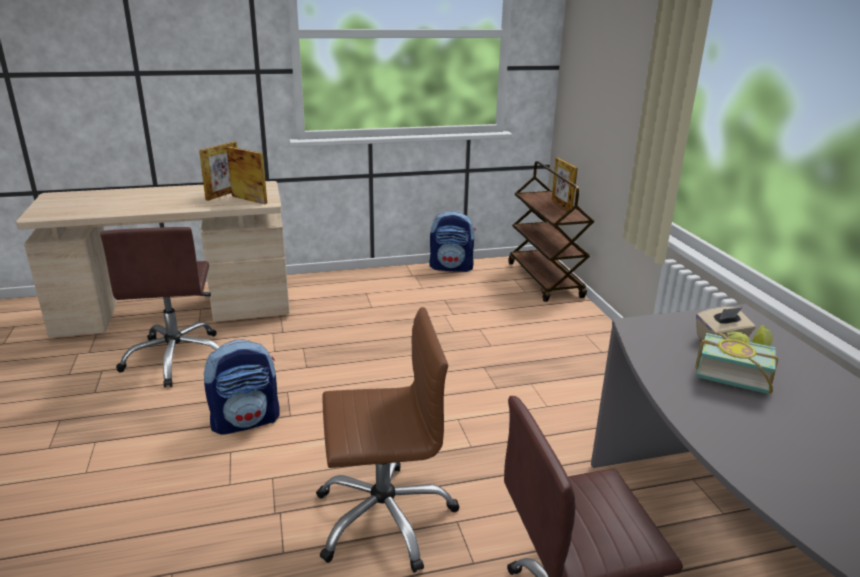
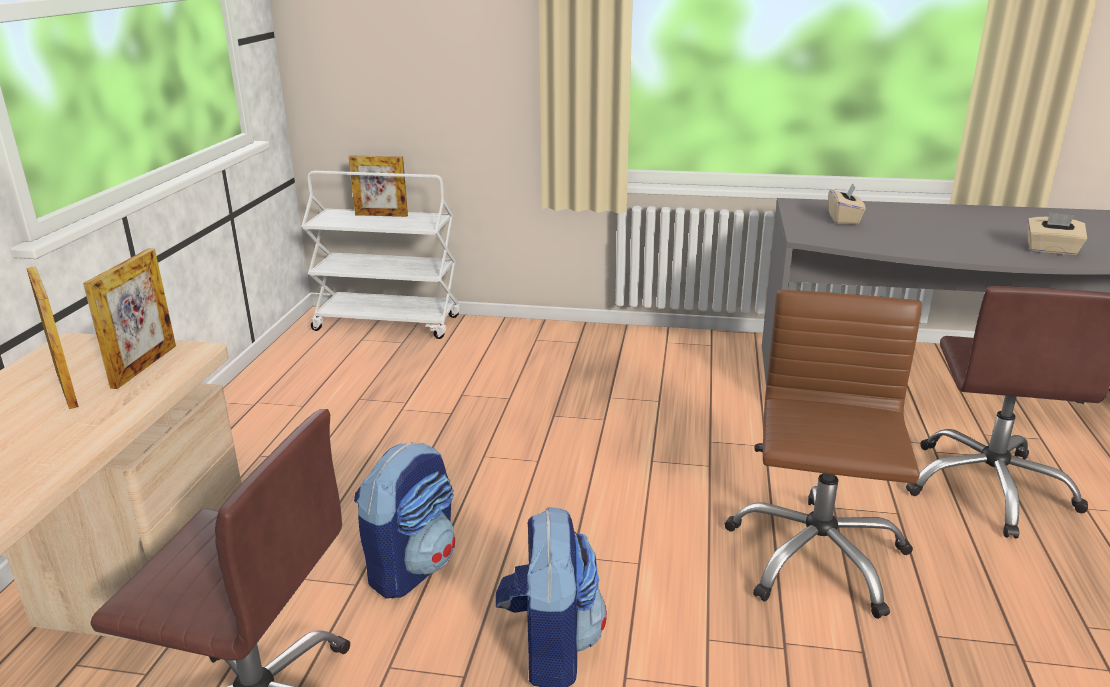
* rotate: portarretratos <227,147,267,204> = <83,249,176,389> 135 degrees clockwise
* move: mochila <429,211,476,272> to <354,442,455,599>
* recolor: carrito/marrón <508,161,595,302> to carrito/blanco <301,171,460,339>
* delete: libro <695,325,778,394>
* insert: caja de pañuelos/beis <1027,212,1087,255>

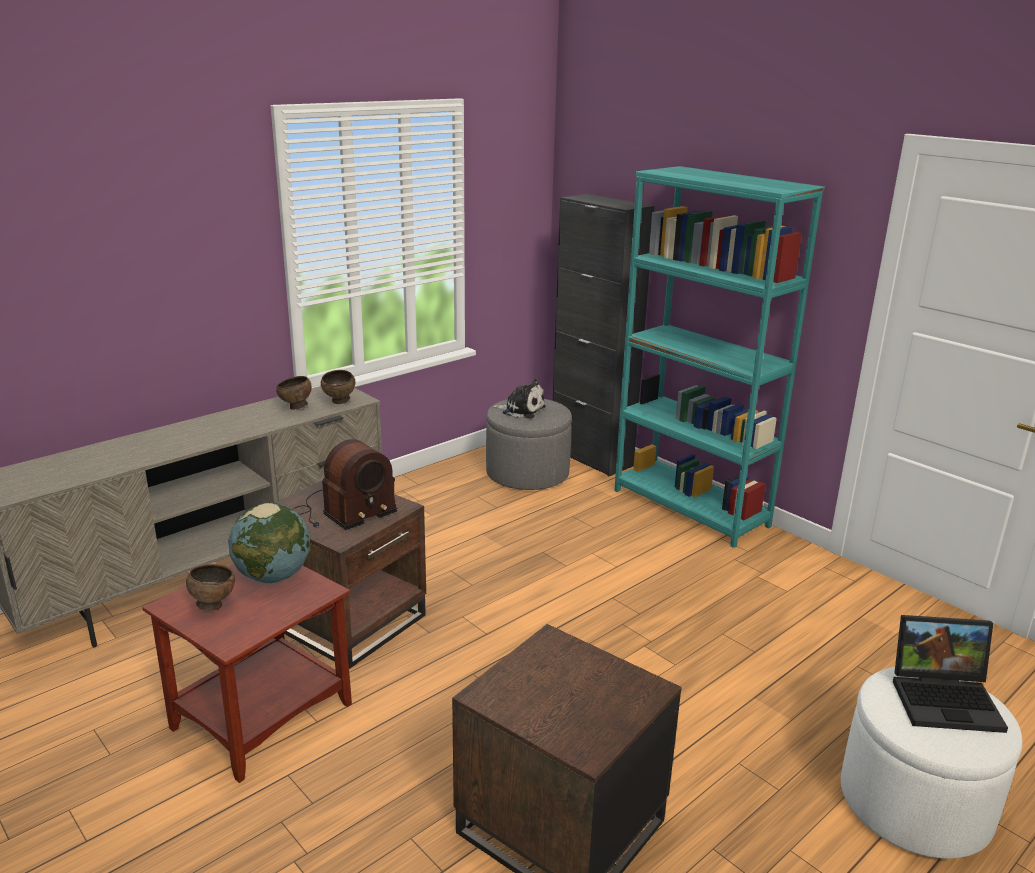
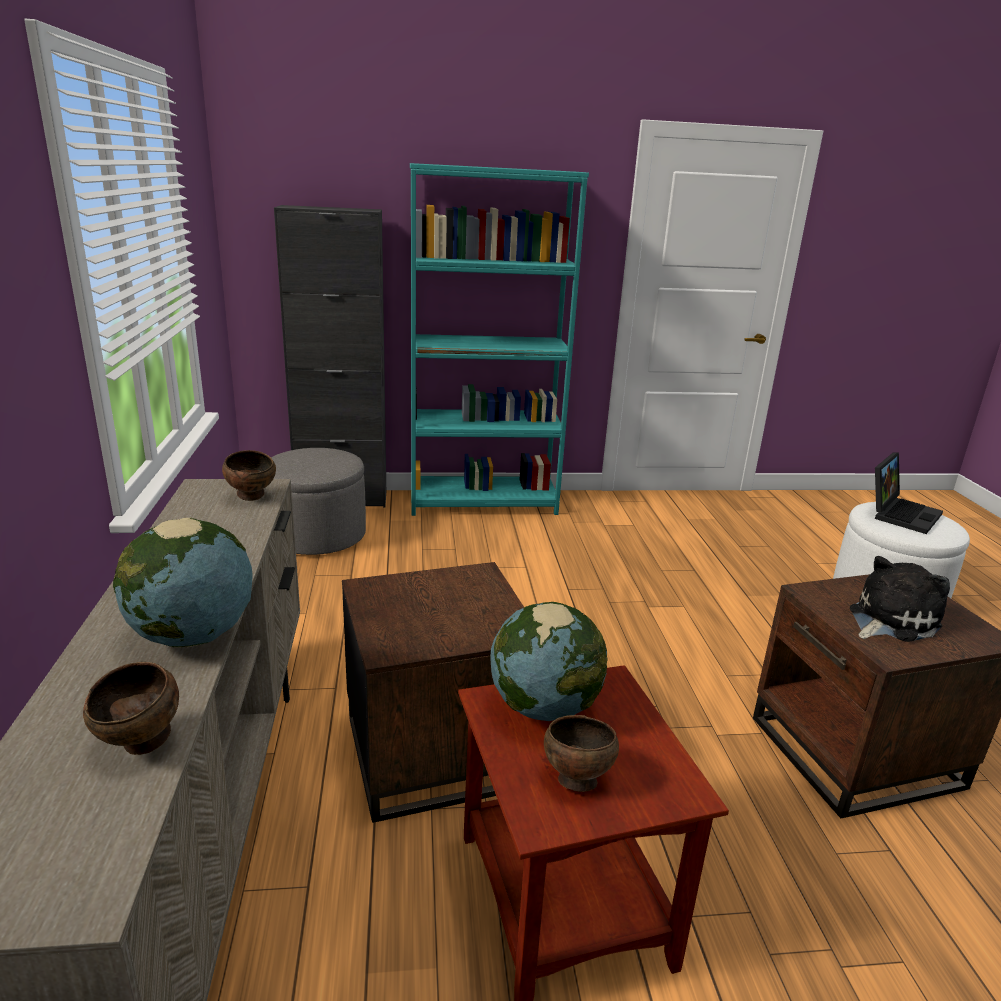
* move: cuenco/marrón <276,376,312,410> to <83,662,179,755>
* delete: radio <293,439,397,530>
* move: peluche <492,379,546,418> to <850,556,950,642>
* insert: globo terráqueo <113,518,253,648>

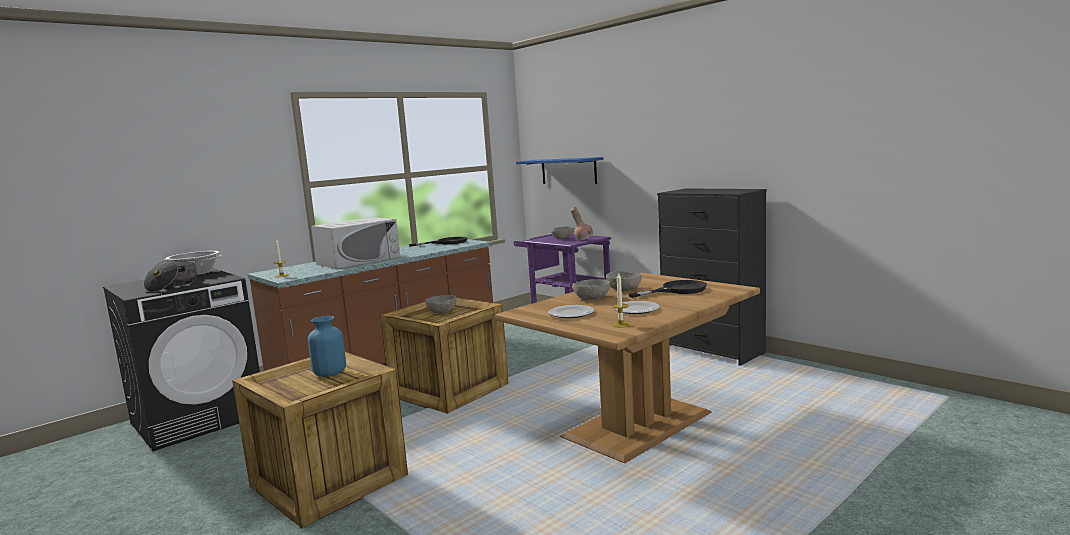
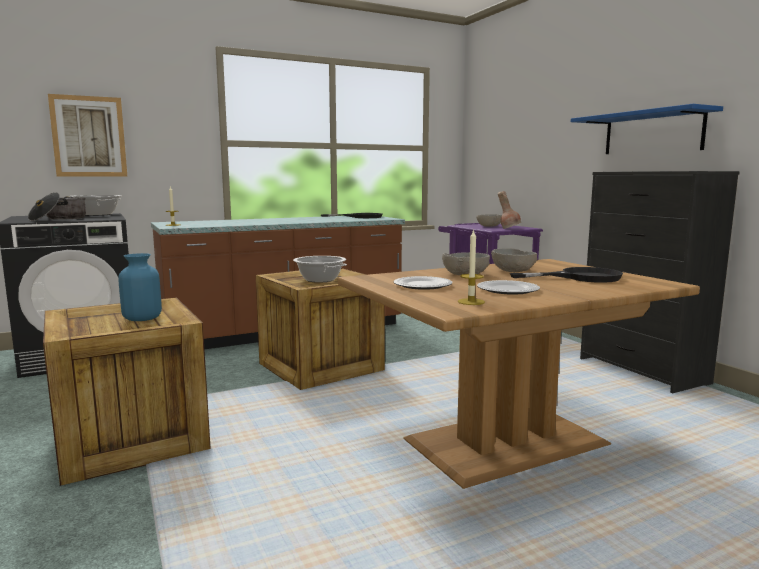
* delete: microondas/blanco <311,217,400,269>
* replace: cuenco/gris <425,295,456,313> to olla <293,256,347,283>
* move: estante/azul <516,157,603,184> to <571,104,723,154>
* insert: cuadro <48,94,127,176>

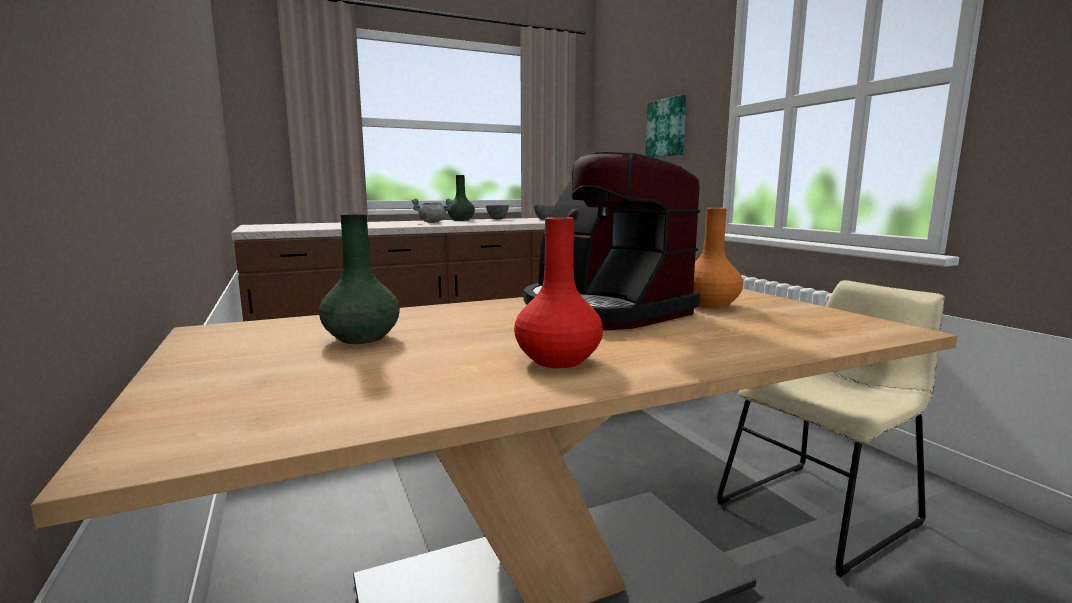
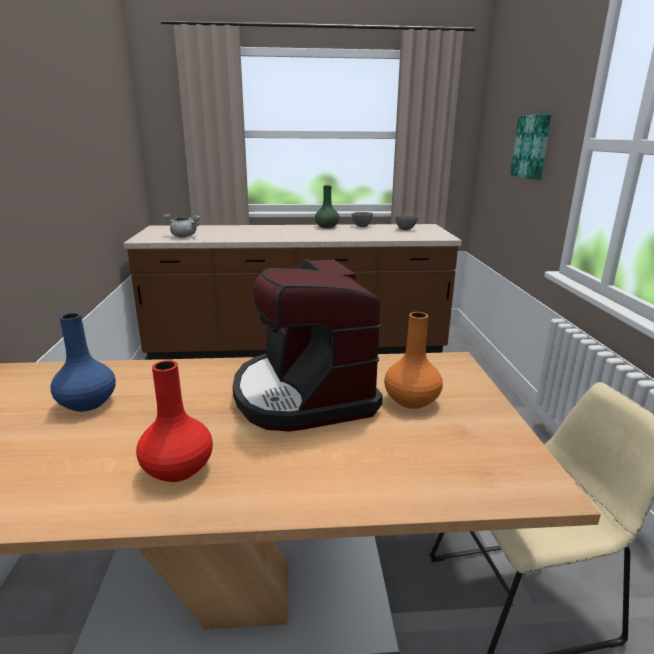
* recolor: florero/verde <319,213,400,344> to florero/azul <50,313,116,412>
* move: olla/gris <411,199,453,223> to <164,214,201,237>

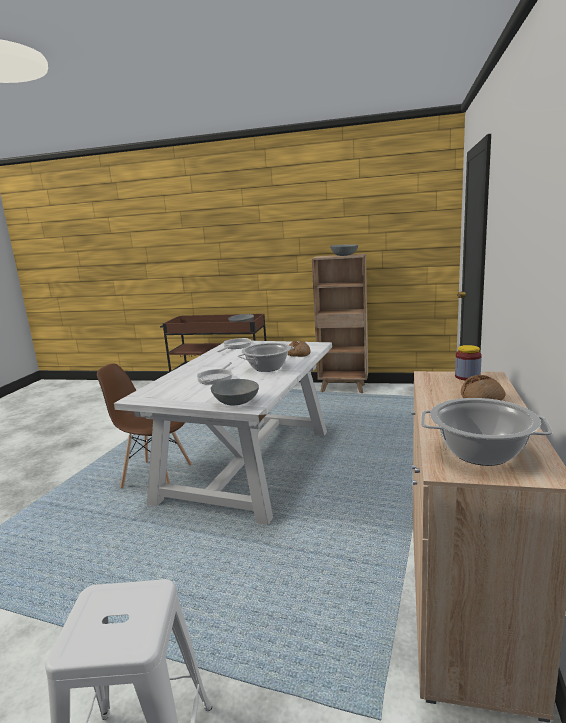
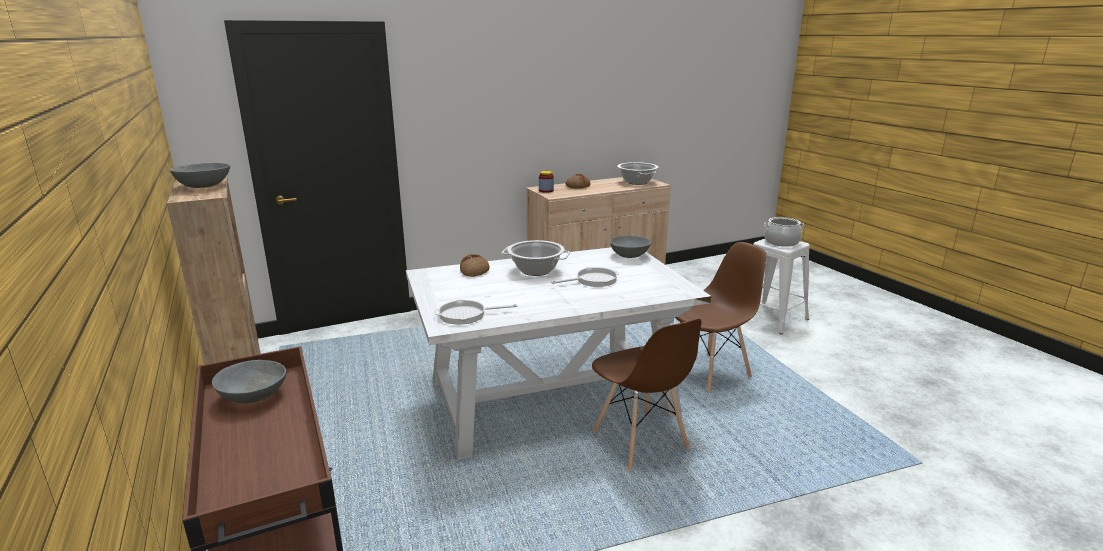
* insert: silla/marrón <675,242,766,393>
* insert: olla <764,217,805,247>

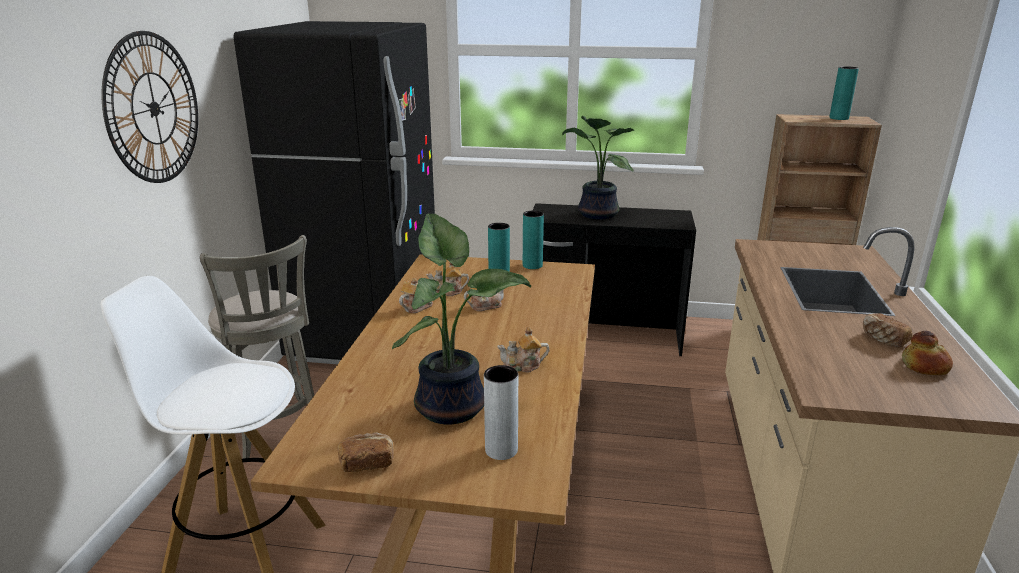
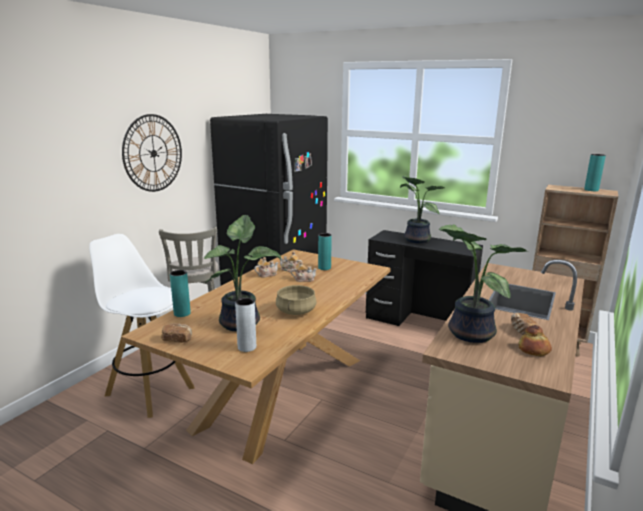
* replace: tetera <497,327,550,372> to olla/beis <276,285,317,315>
* move: florero/turquesa <523,211,544,269> to <170,270,191,317>
* insert: planta en maceta <439,224,529,343>

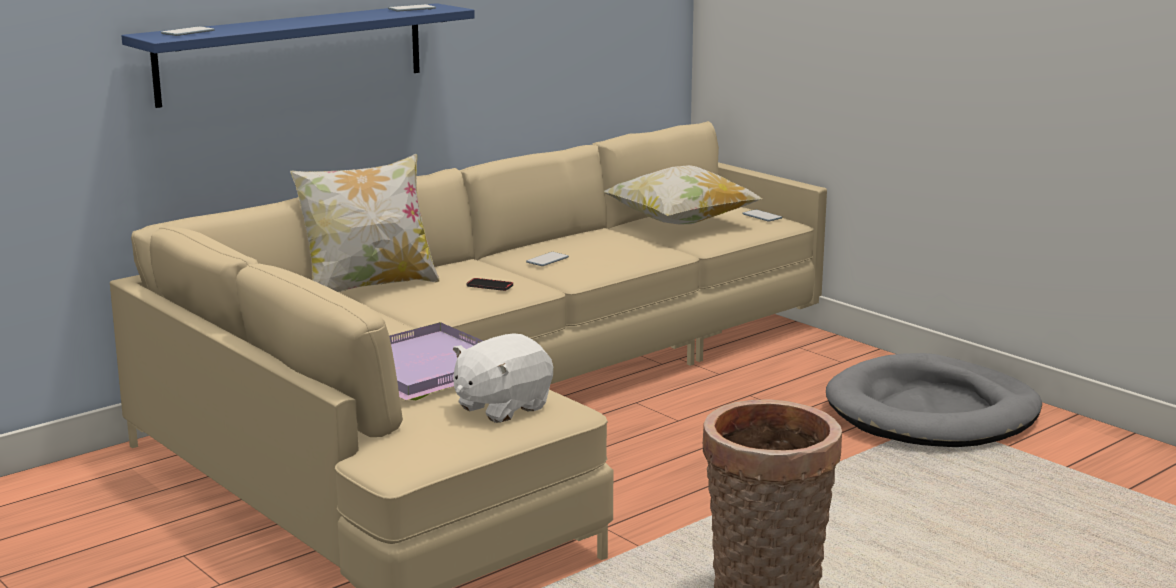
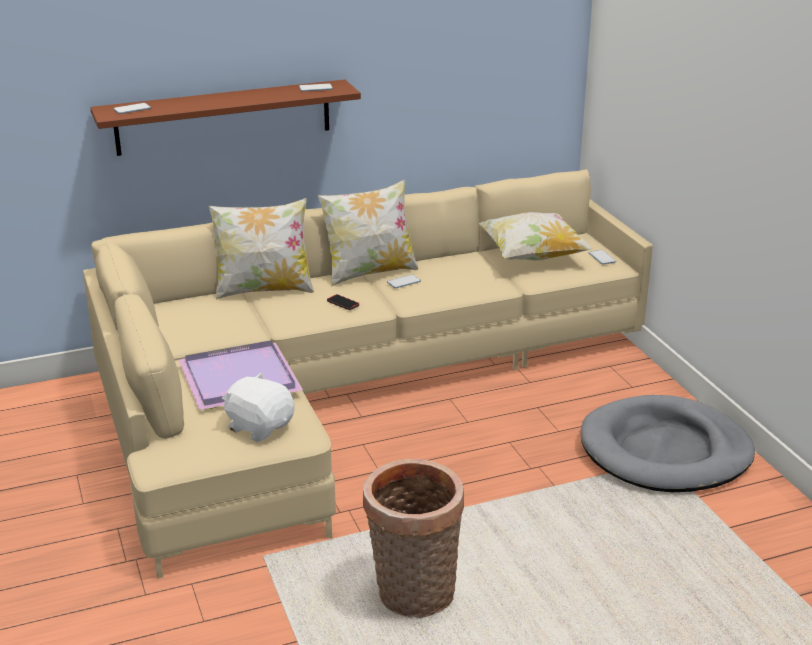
* recolor: estante/azul <121,3,475,108> to estante/marrón <90,80,361,156>
* rotate: peluche/blanco <453,333,553,423> = <222,373,295,442> 60 degrees clockwise
* insert: cojín <318,179,418,286>

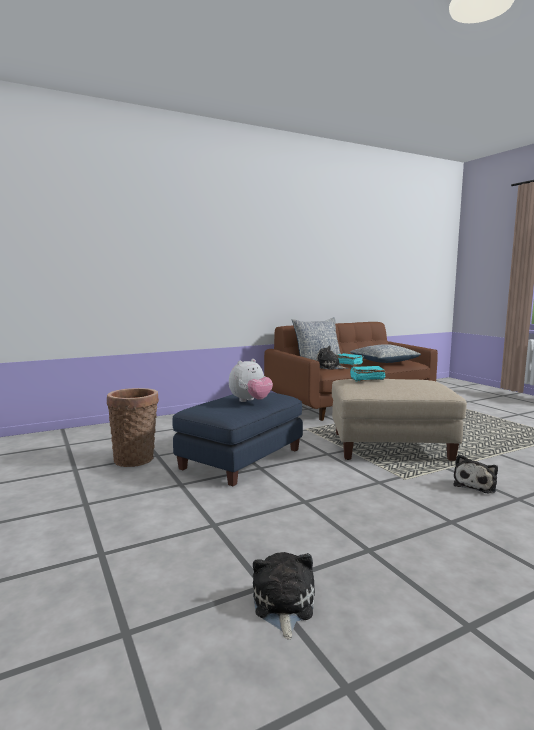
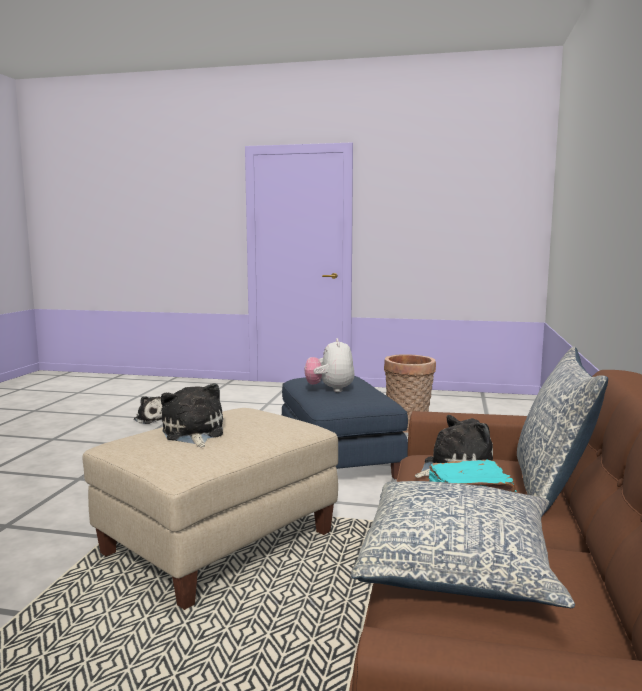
* delete: libro/turquesa <350,366,386,382>
* move: peluche <453,455,498,493> to <161,383,223,447>

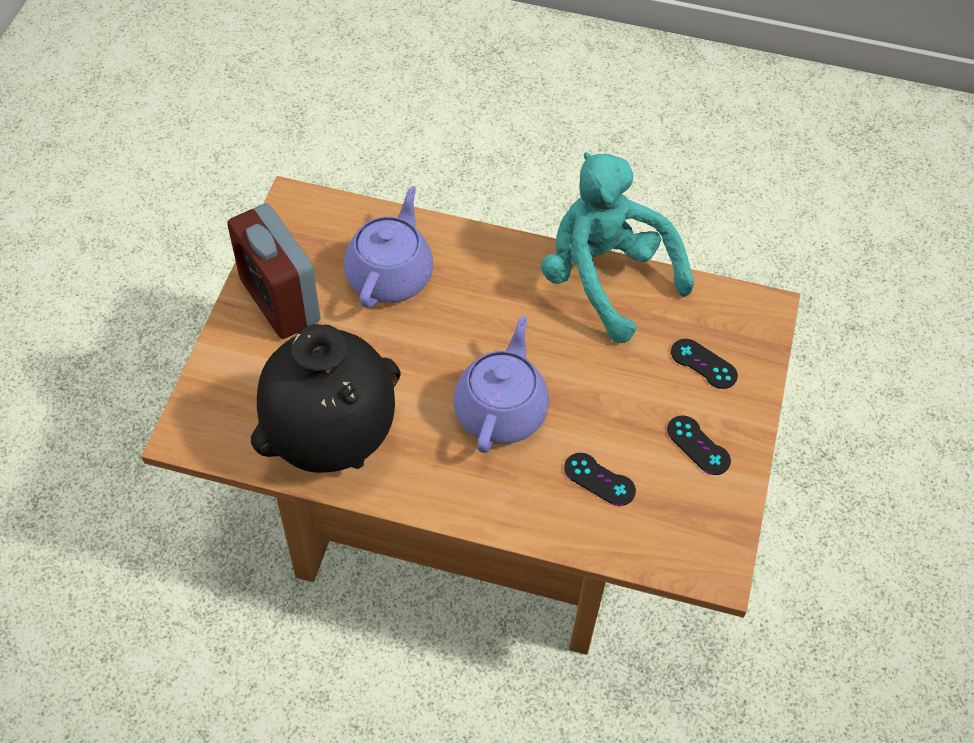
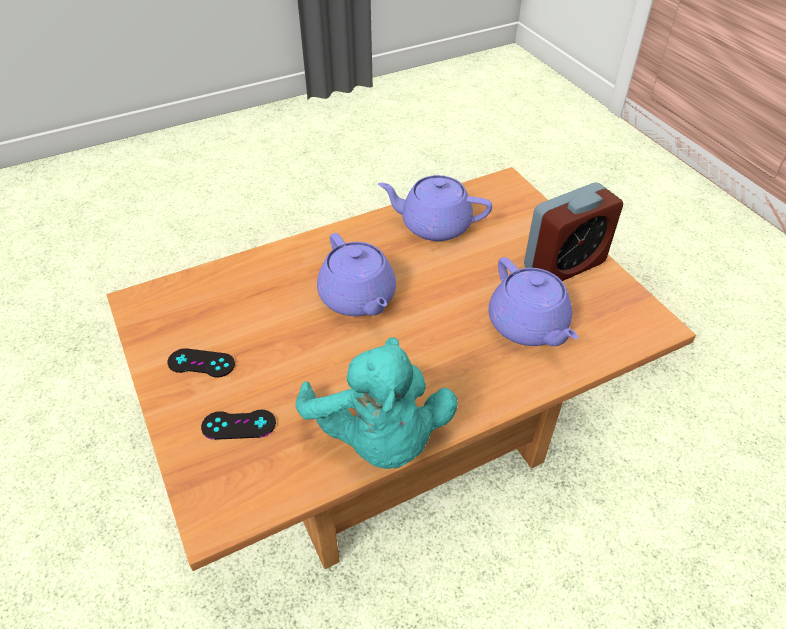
* rotate: despertador <227,203,321,339> = <524,182,623,281> 135 degrees clockwise
* replace: florero/negro <251,324,401,473> to tetera/morado <378,175,492,241>
* rotate: peluche/turquesa <541,152,694,343> = <295,337,458,469> 60 degrees clockwise
* delete: mando de consola/negro <564,453,636,506>

